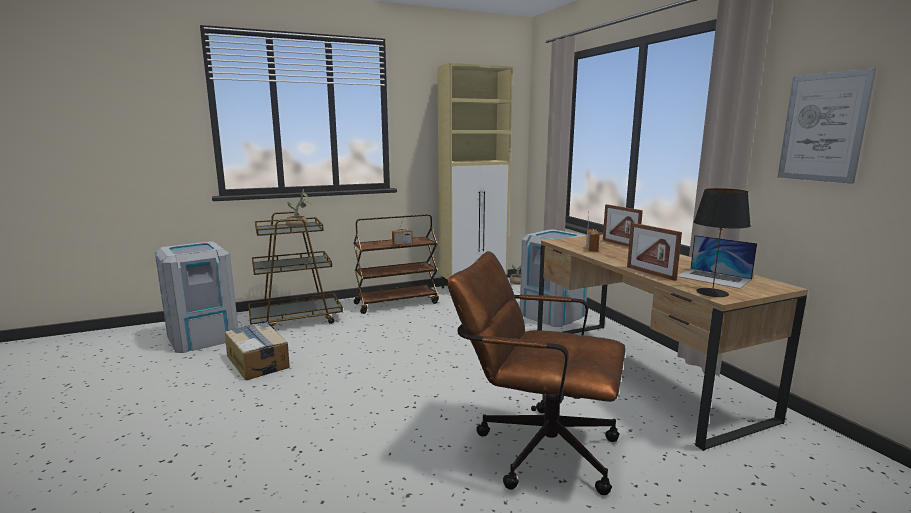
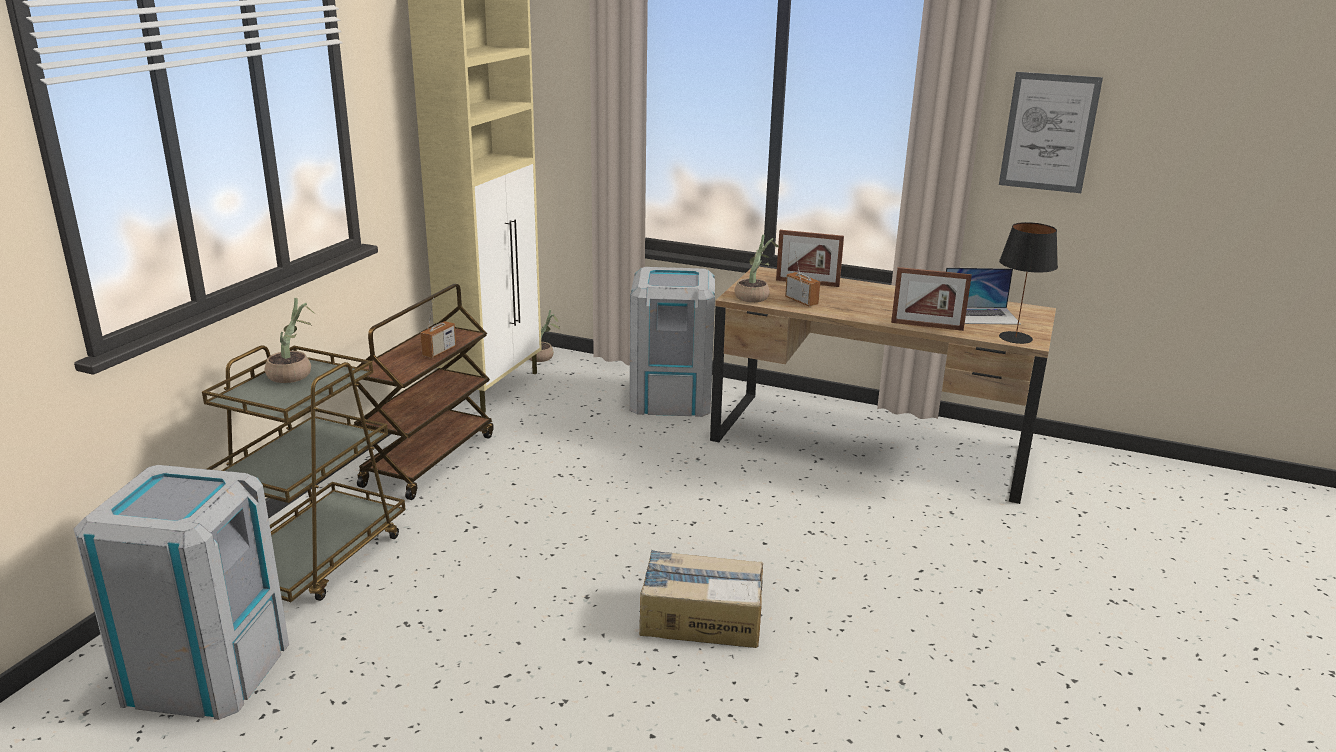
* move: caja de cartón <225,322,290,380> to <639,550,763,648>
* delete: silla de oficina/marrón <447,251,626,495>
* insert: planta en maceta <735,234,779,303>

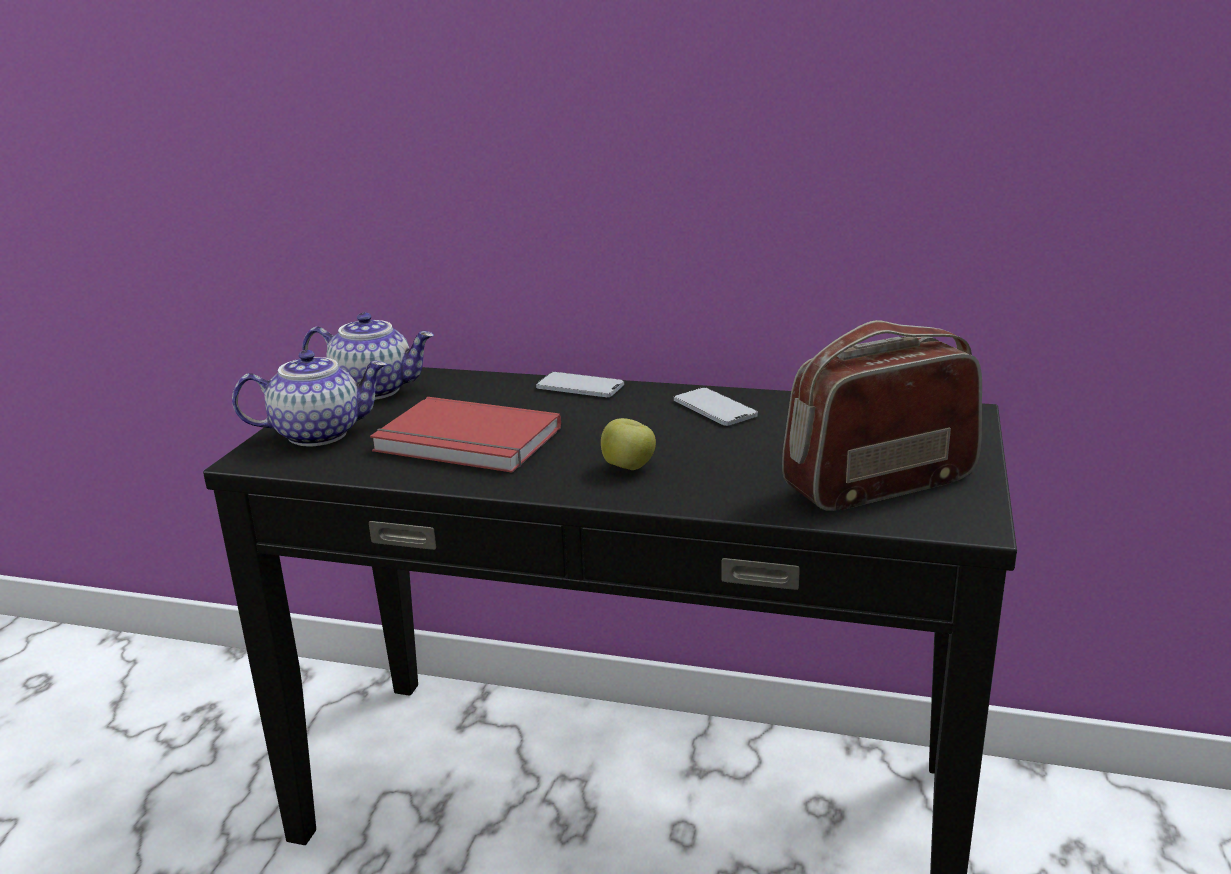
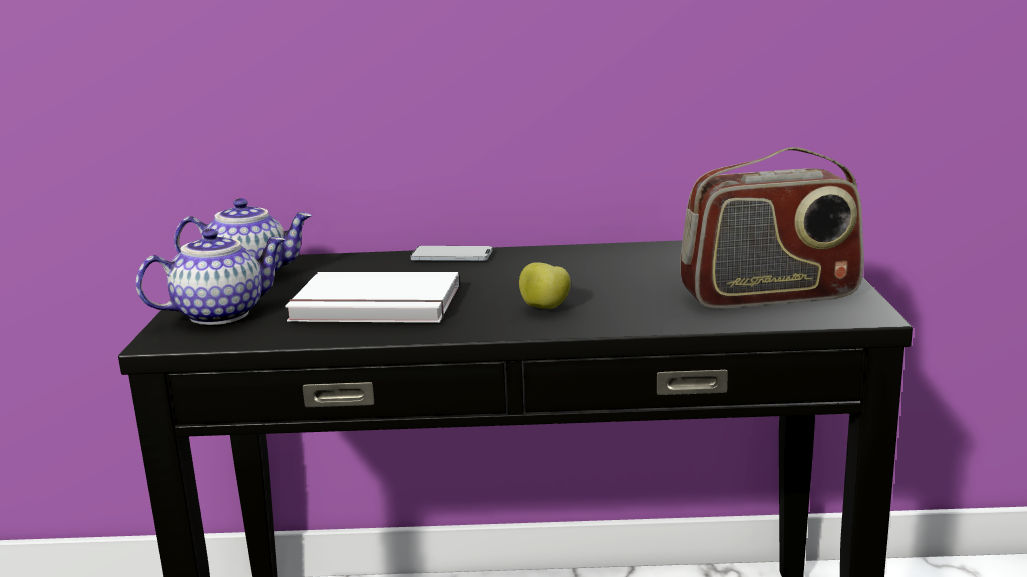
* recolor: libro/rojo <370,397,561,472> to libro/blanco <285,272,459,323>
* delete: móvil <674,387,758,426>
* rotate: radio <782,320,982,511> = <680,147,864,309> 150 degrees counterclockwise

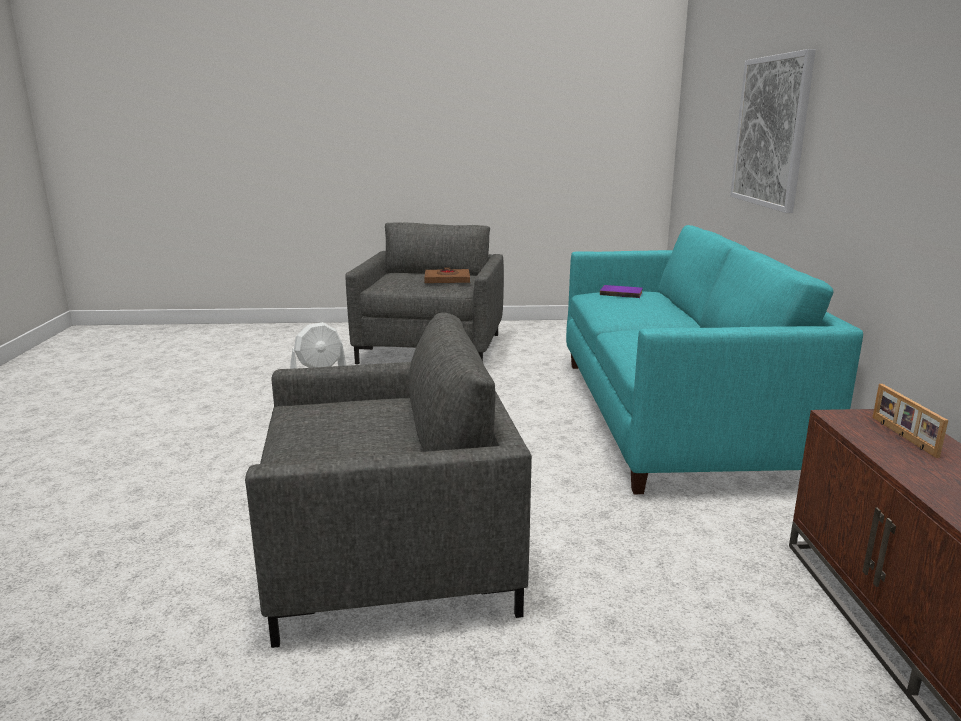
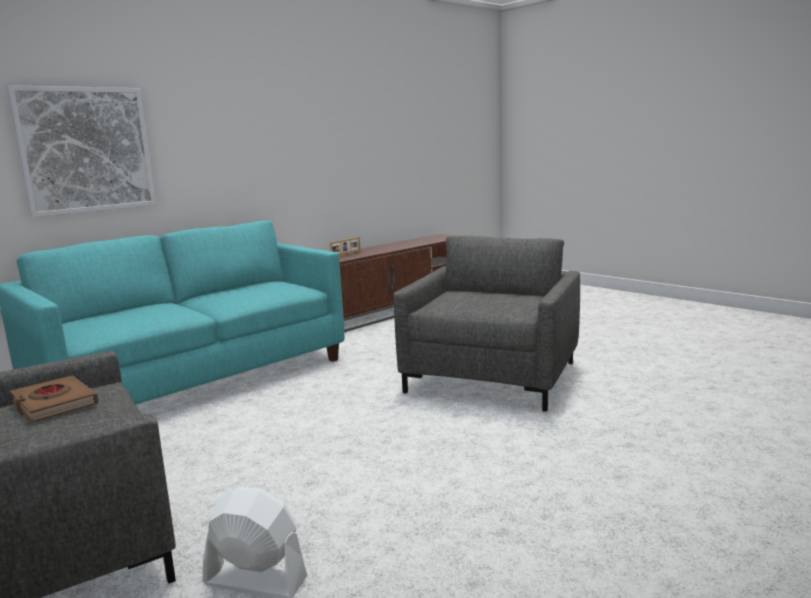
* rotate: sillón/gris <245,312,532,648> = <393,236,580,412> 75 degrees clockwise
* delete: libro/morado <600,285,643,298>

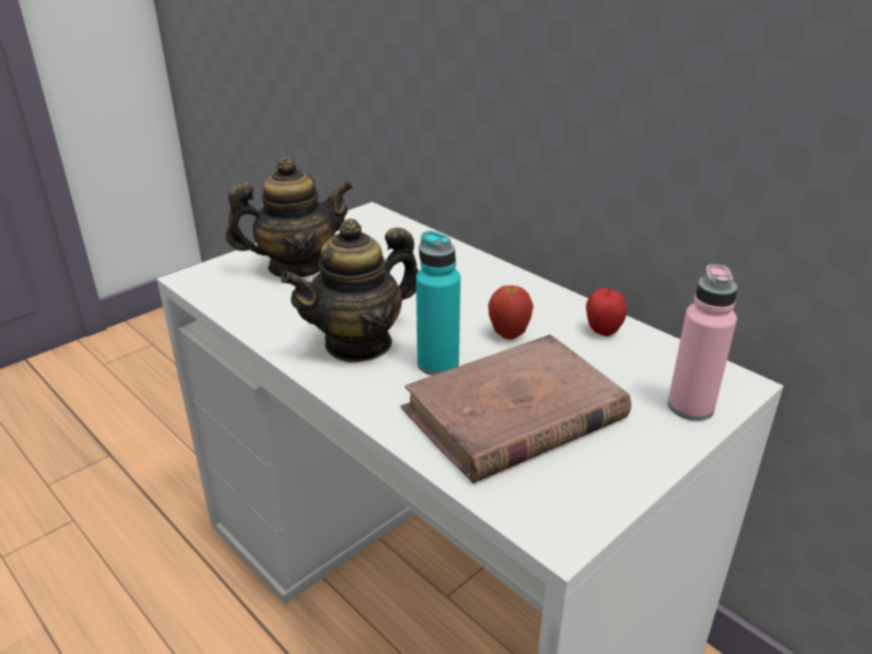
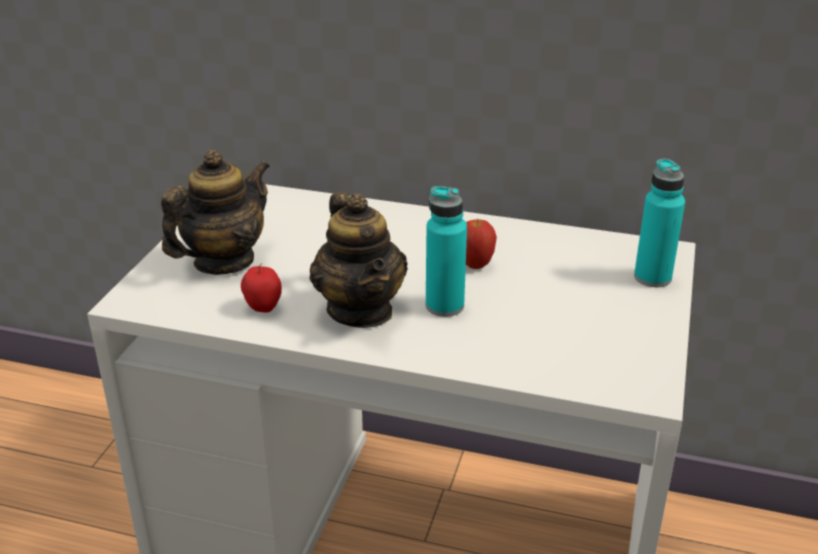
* rotate: tetera <281,218,418,363> = <310,192,408,328> 45 degrees counterclockwise
* delete: libro/marrón <401,335,631,484>
* move: manzana <586,286,627,336> to <241,263,282,313>
* recolor: botella/rosa <668,264,738,421> to botella/turquesa <634,158,685,287>

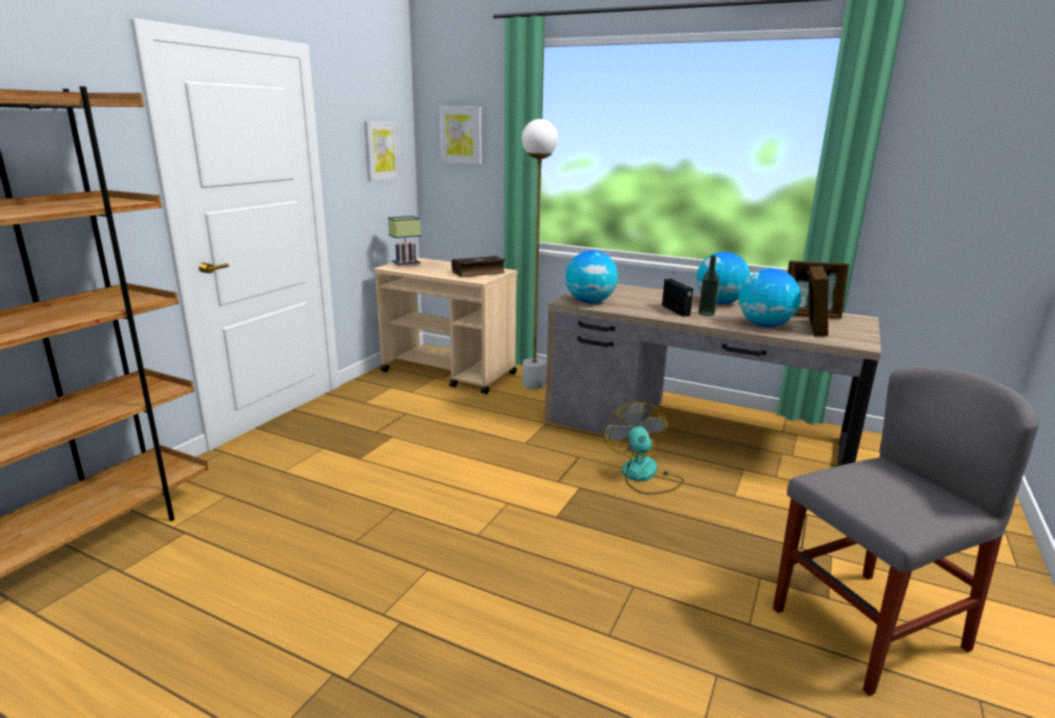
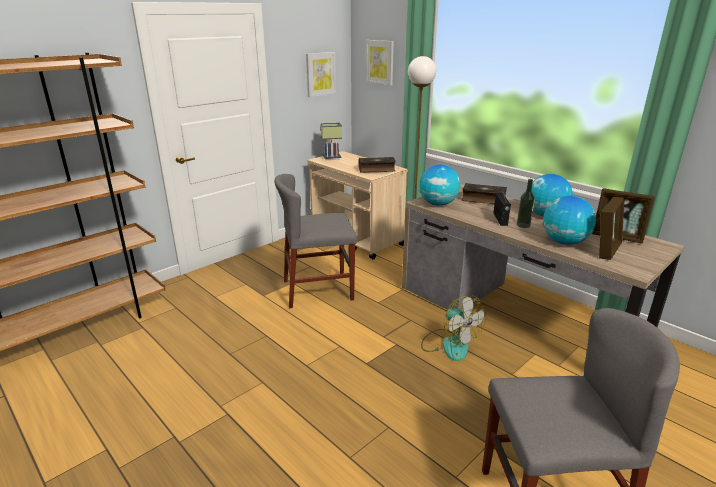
* rotate: ventilador <604,402,684,495> = <421,295,486,361> 135 degrees clockwise
* insert: silla/gris <274,174,357,308>
* insert: libro <461,183,507,204>

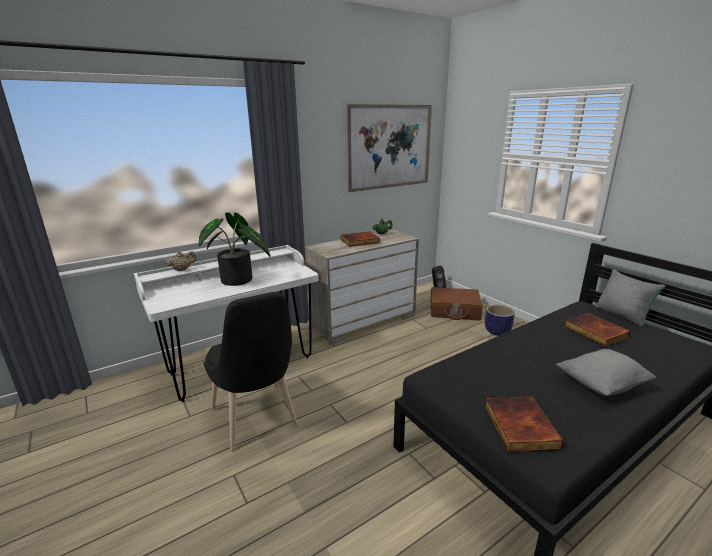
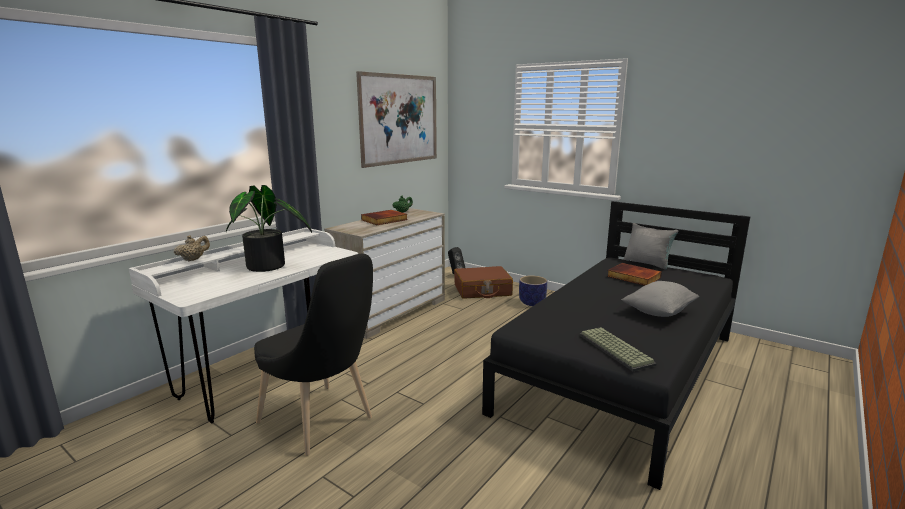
* replace: libro <485,396,564,452> to teclado <579,327,657,371>

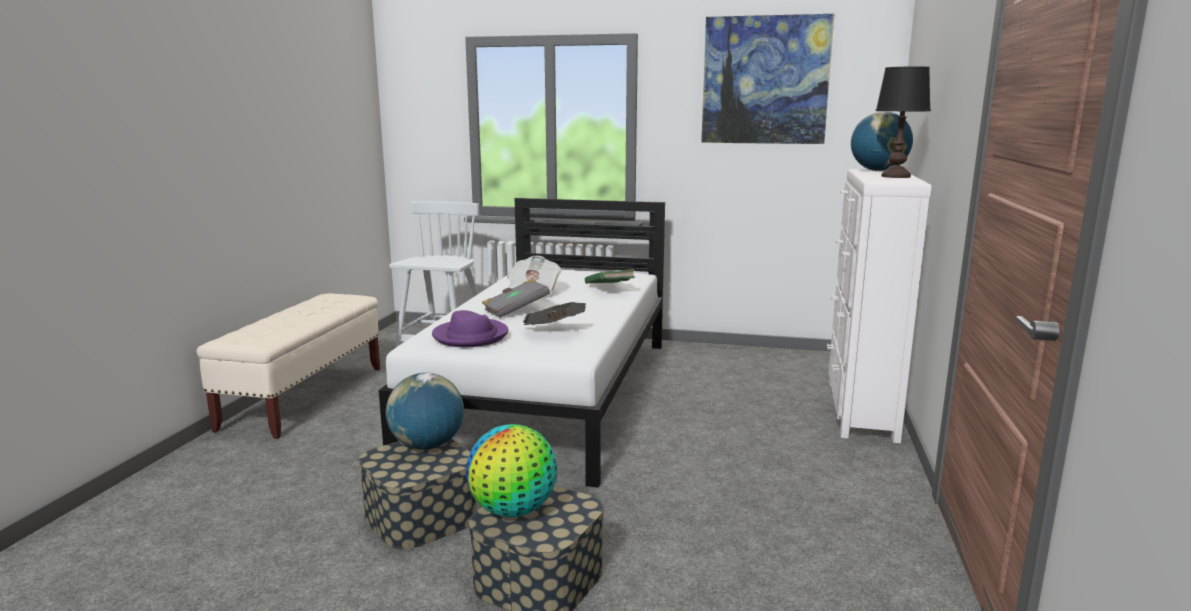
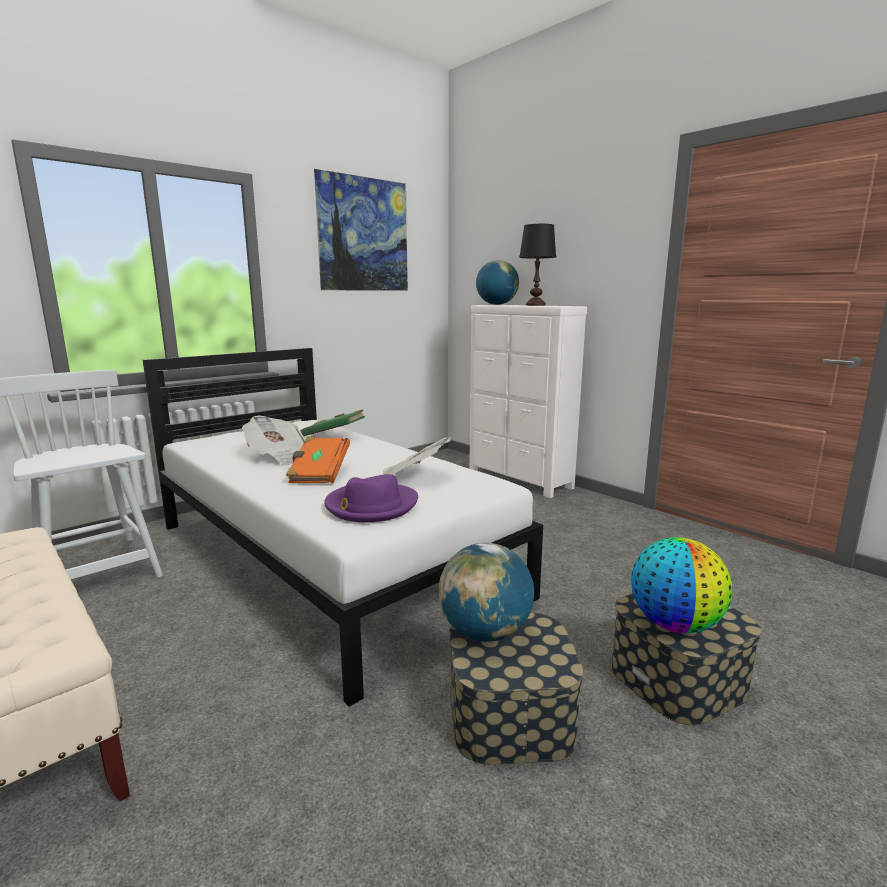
* recolor: libro/gris <482,279,550,318> to libro/naranja <286,436,350,483>

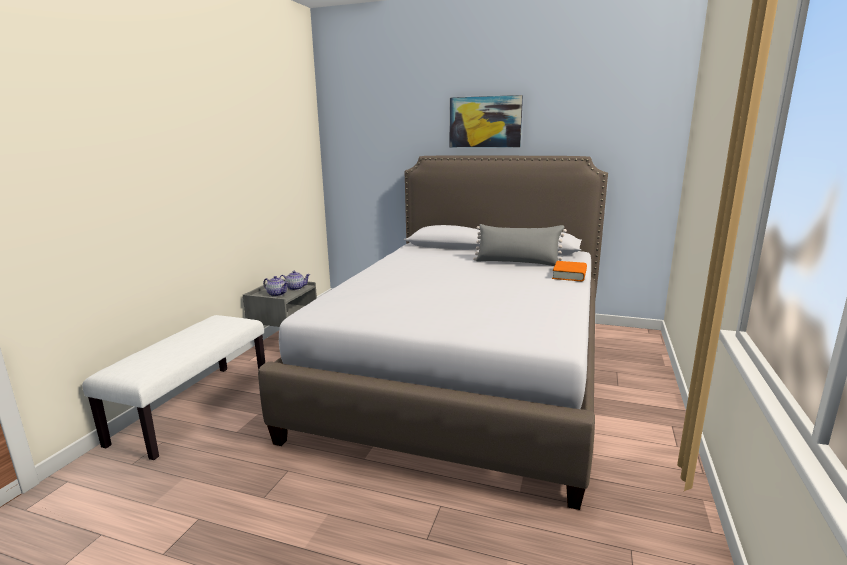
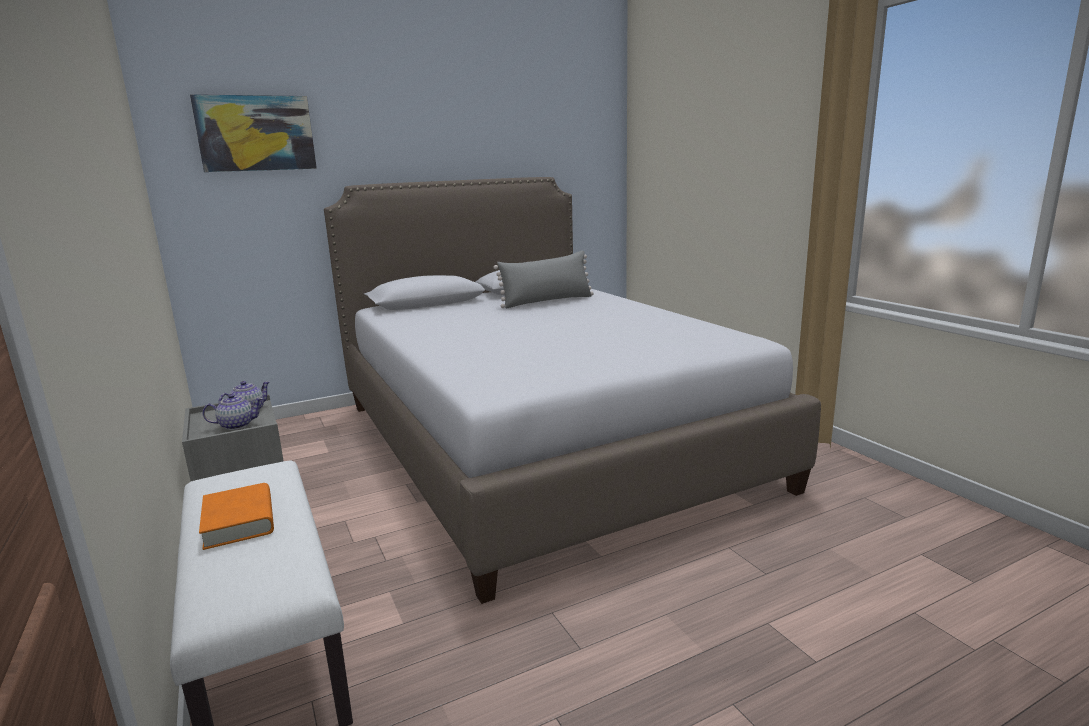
* move: cuadro <450,95,523,147> to <190,94,317,172>
* move: libro/naranja <552,261,587,281> to <199,483,274,550>

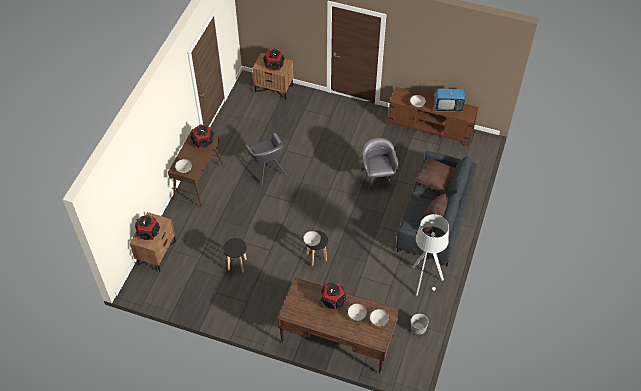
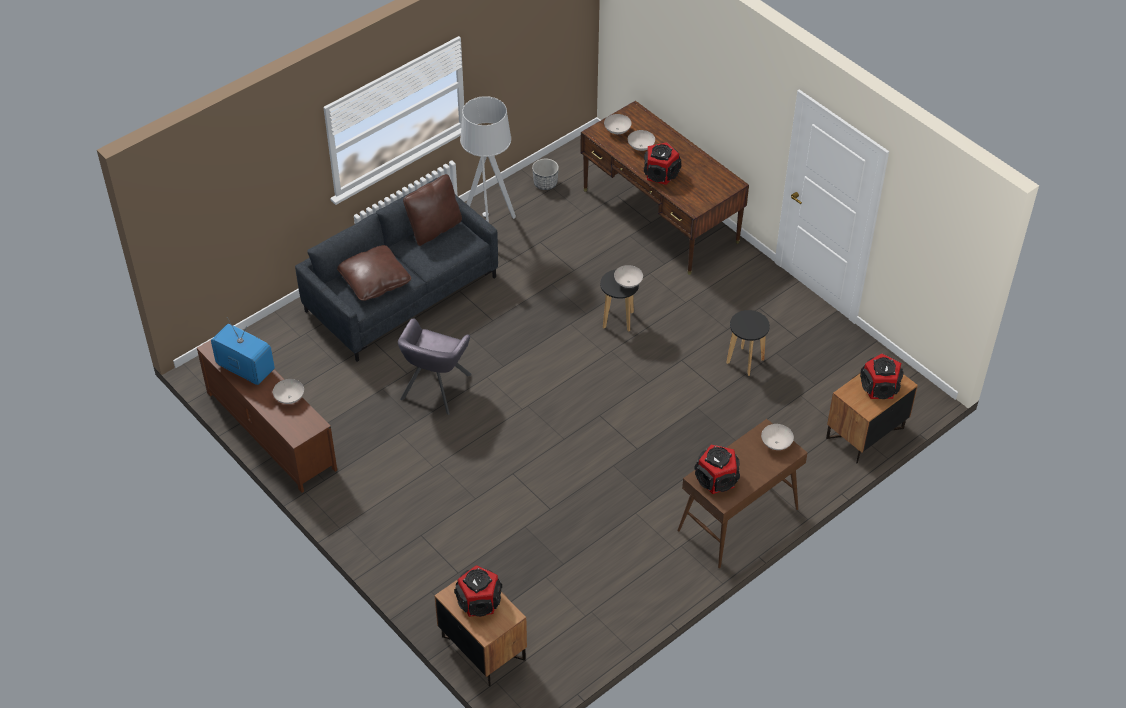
* delete: sillón/gris <245,133,286,185>

